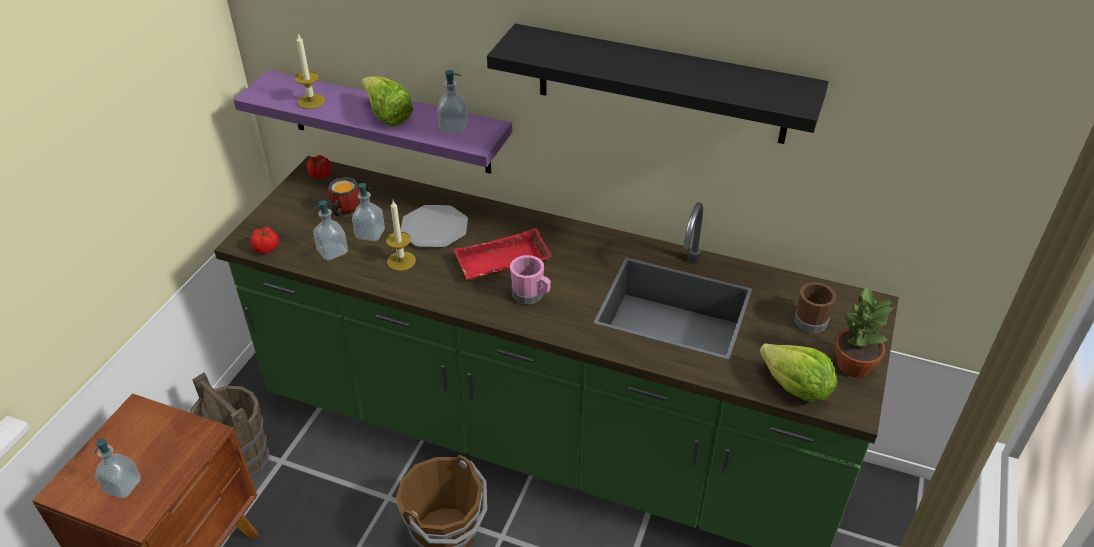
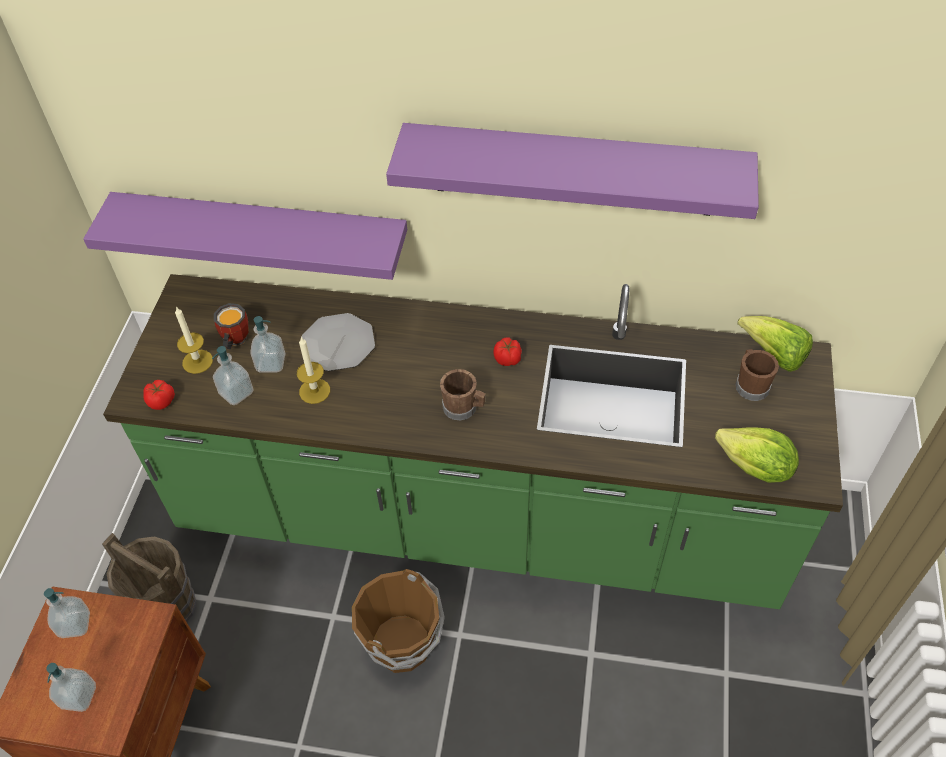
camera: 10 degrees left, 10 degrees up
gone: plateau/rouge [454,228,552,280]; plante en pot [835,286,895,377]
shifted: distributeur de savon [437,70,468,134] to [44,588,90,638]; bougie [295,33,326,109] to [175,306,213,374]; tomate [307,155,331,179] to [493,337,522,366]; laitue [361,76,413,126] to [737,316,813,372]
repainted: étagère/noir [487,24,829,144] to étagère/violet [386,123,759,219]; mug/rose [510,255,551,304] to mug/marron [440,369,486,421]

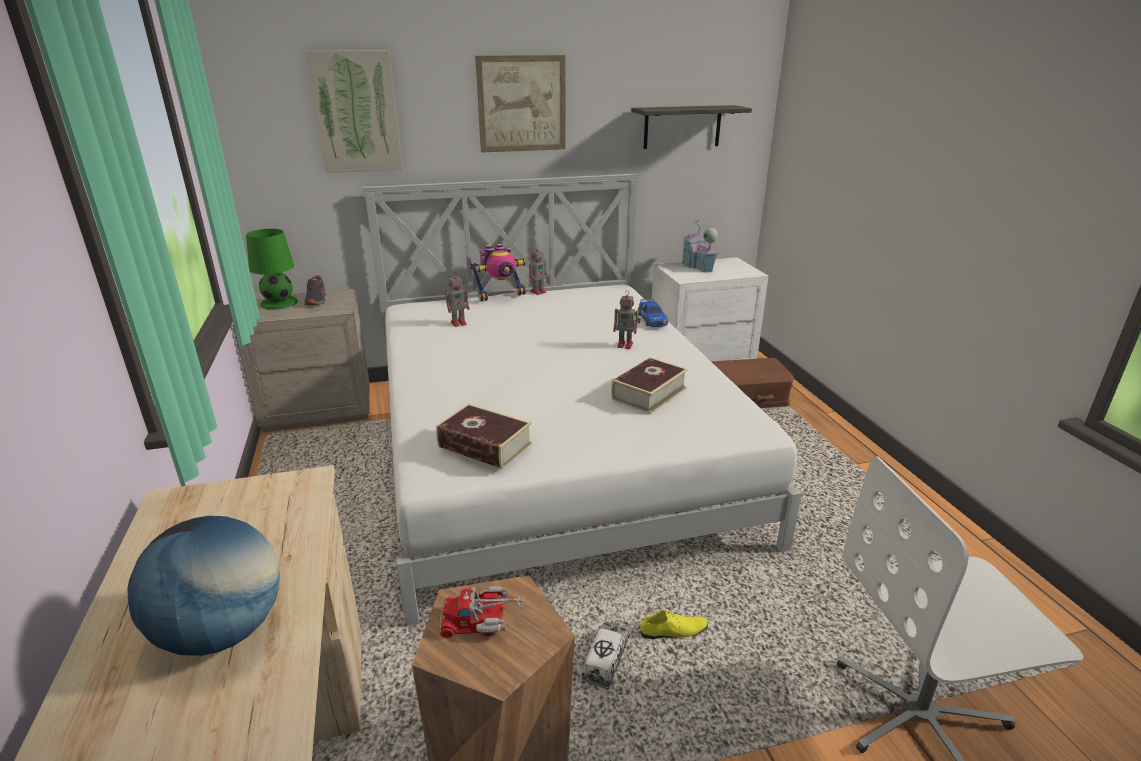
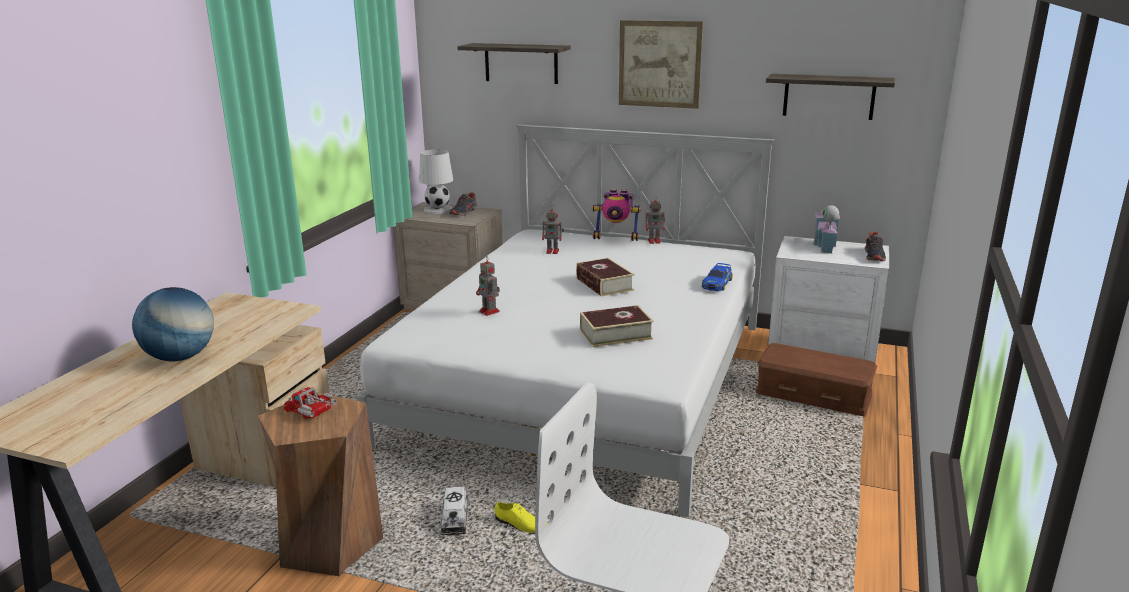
camera: 35 degrees right, 5 degrees down
new: chaussure [865,232,886,261]
shifted: robot jouet [613,290,640,349] to [476,257,500,316]; livre [436,404,532,469] to [576,258,635,297]
swapped: tableau [306,50,402,173] to étagère [457,43,571,84]
repainted: lampe de table/vert [246,229,298,310] to lampe de table/blanc [419,149,453,214]
rotated: camion jouet [582,622,629,689] = [441,487,468,535] 120 degrees clockwise

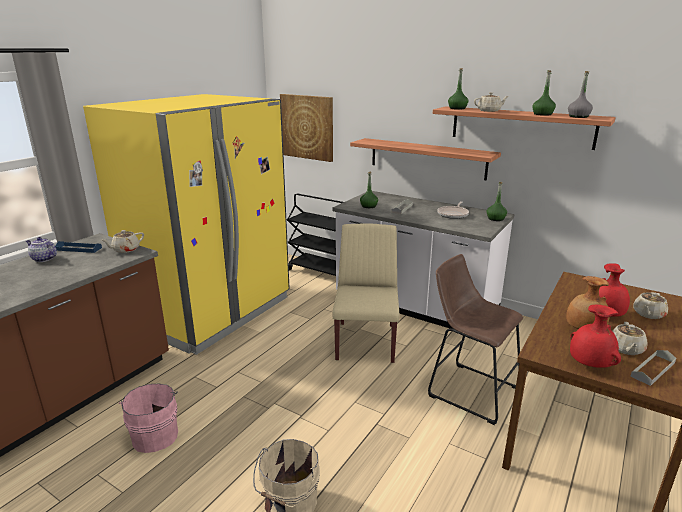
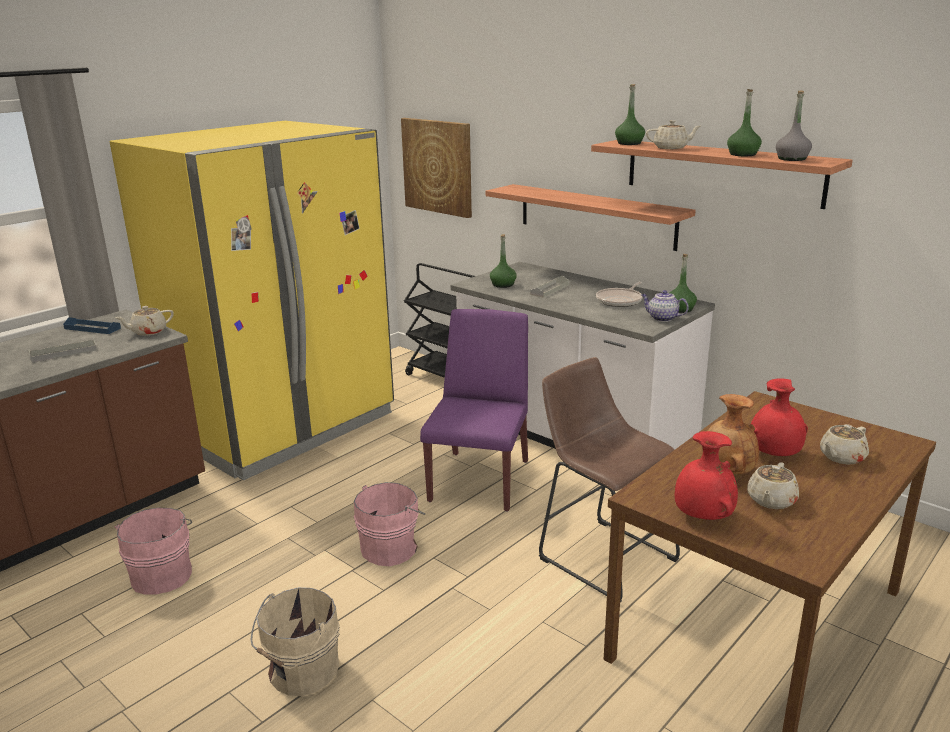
camera: 10 degrees right, 0 degrees up
new: seau/rose [354,482,425,566]
shifted: plateau/gris [630,350,676,386] to [29,338,97,362]; théière [26,237,57,262] to [641,290,689,322]
repainted: chaise/beige [333,223,399,363] to chaise/violet [420,309,528,512]

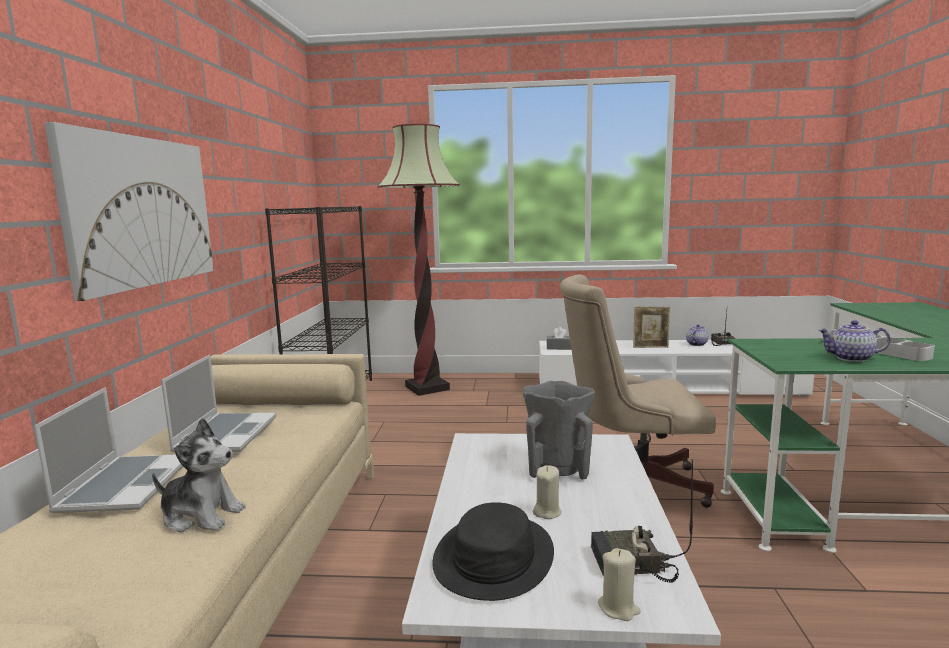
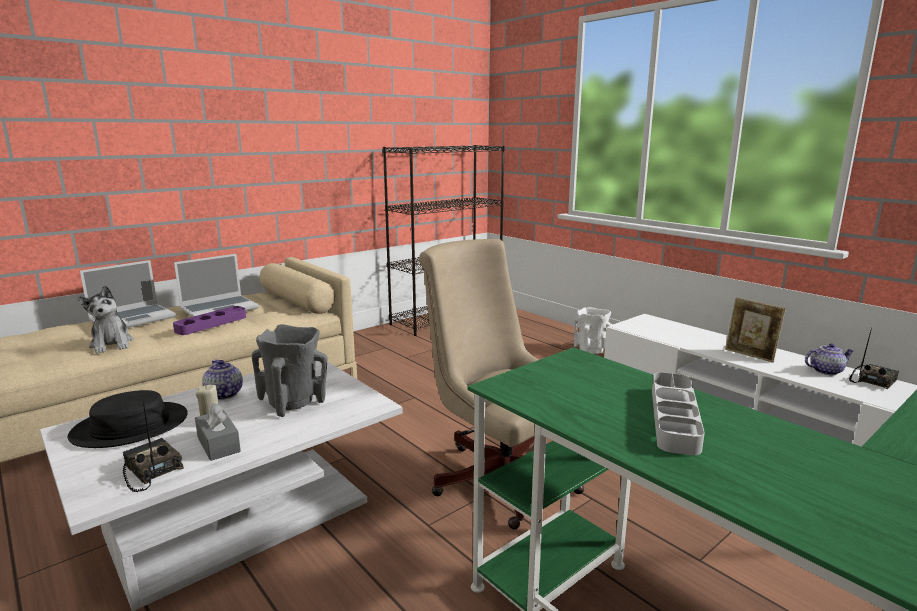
camera: 45 degrees right, 5 degrees up
gone: tableau [44,122,214,301]; lampadaire [378,124,460,396]; bougie/beige [598,548,641,621]
new: plateau/violet [173,306,246,335]; vase/blanc [574,307,613,354]
shifted: boîte à mouchoirs/gris [546,327,571,350] to [195,402,241,461]; théière [818,320,890,362] to [202,359,243,400]

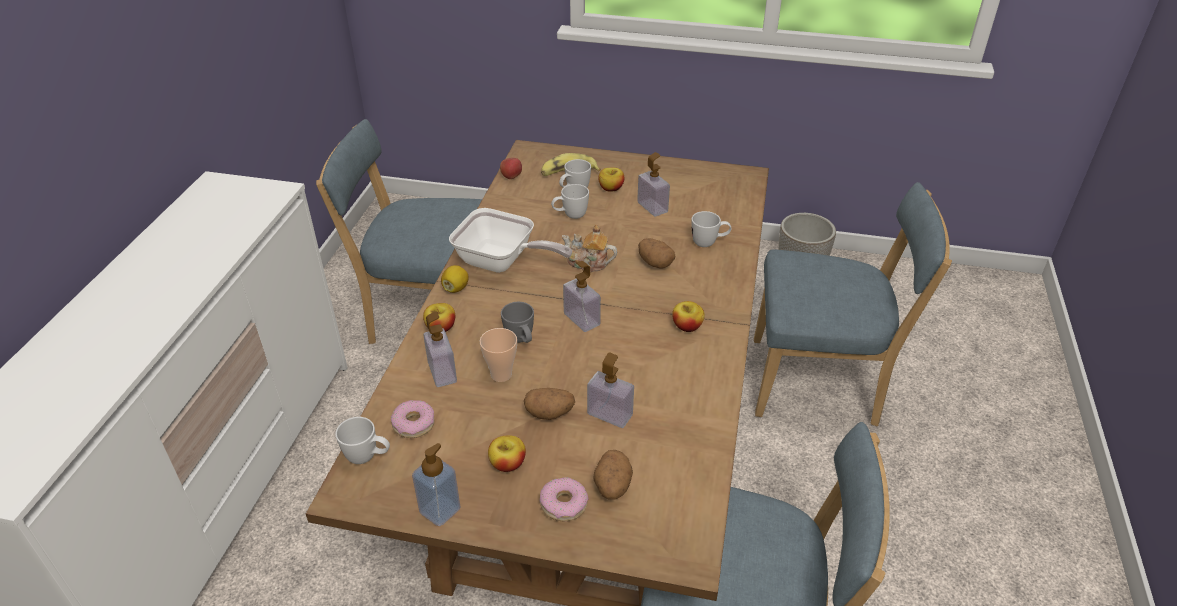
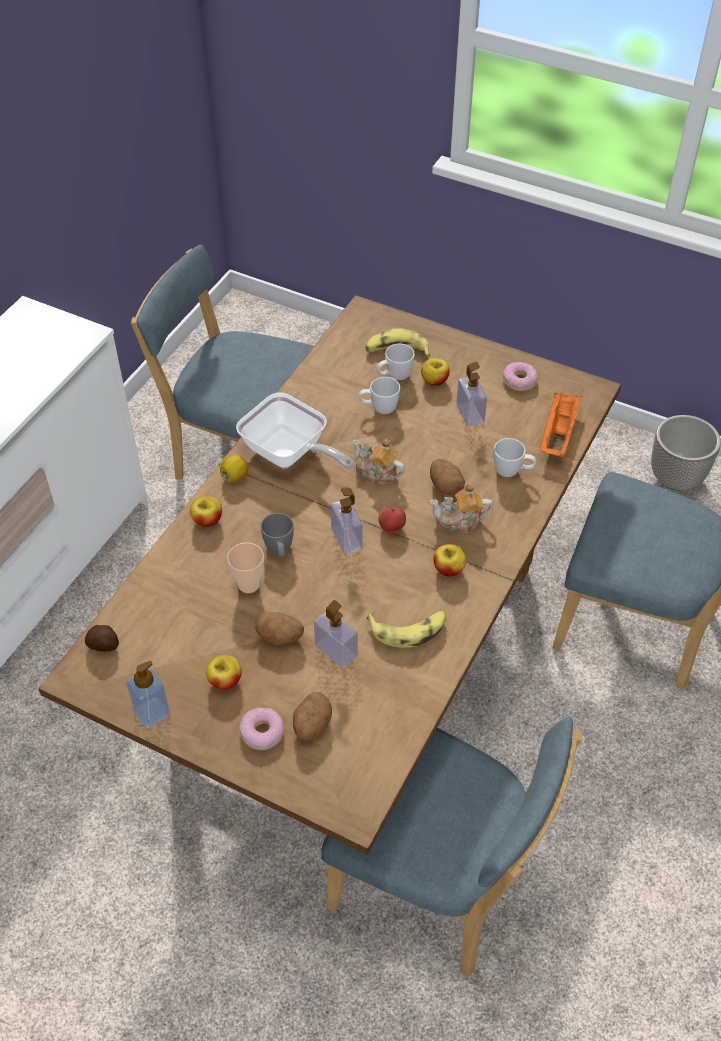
camera: 15 degrees right, 10 degrees up
gone: distributeur de savon [424,311,457,387]
new: banane [367,611,446,648]; théière [430,483,493,533]; plateau/orange [540,392,583,457]
shifted: pomme [500,158,522,179] to [379,506,406,533]; beignet [391,400,435,438] to [503,362,538,391]
swapped: mug/blanc [335,417,390,464] to pomme de terre [85,625,119,651]

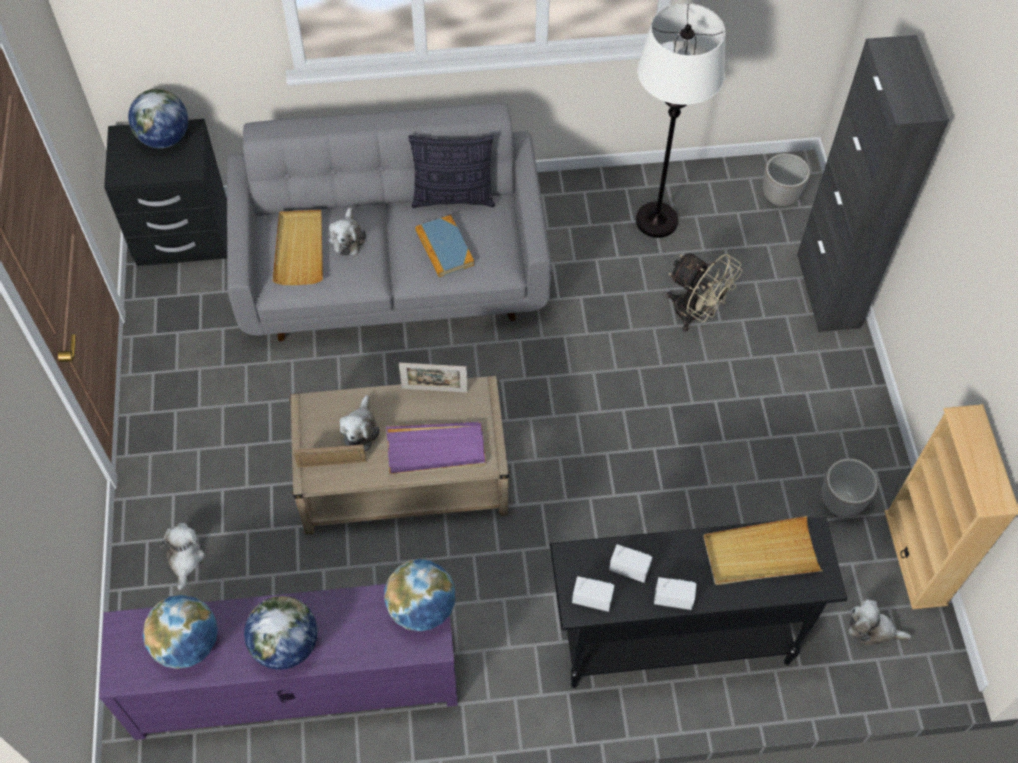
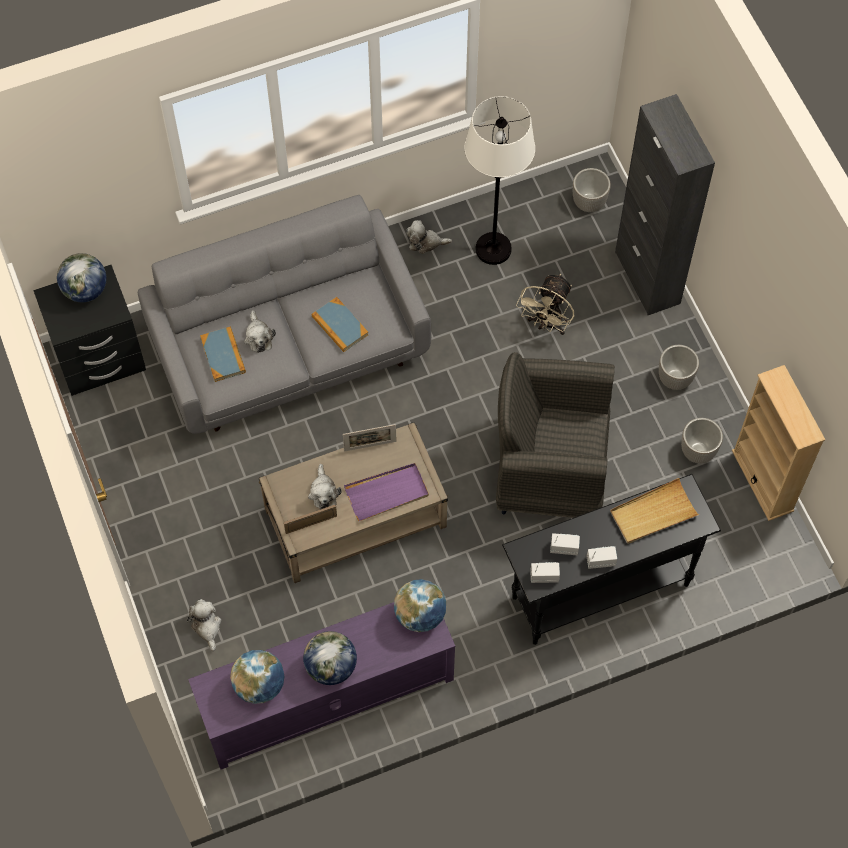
camera: 15 degrees left, 5 degrees up
gone: coussin [408,135,495,208]
new: fauteuil/gris [496,352,615,518]; cache-pot [659,345,699,390]
shifted: peluche [849,599,912,646] to [406,220,452,254]
swapped: plateau/beige [272,210,323,285] to livre [200,327,246,382]
rotated: ventilateur/beige [666,253,742,332] = [516,274,574,335] 90 degrees clockwise

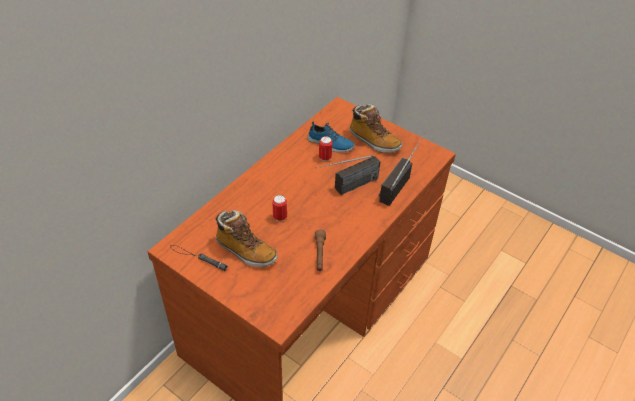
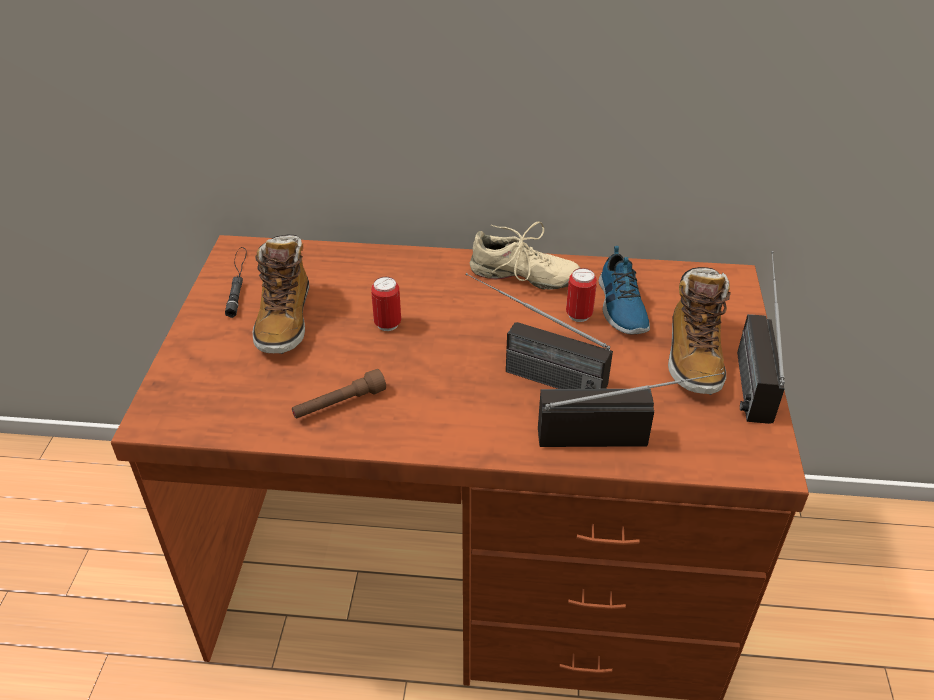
camera: 60 degrees right, 5 degrees down
new: chaussure/beige [469,221,580,290]; radio [737,251,785,424]

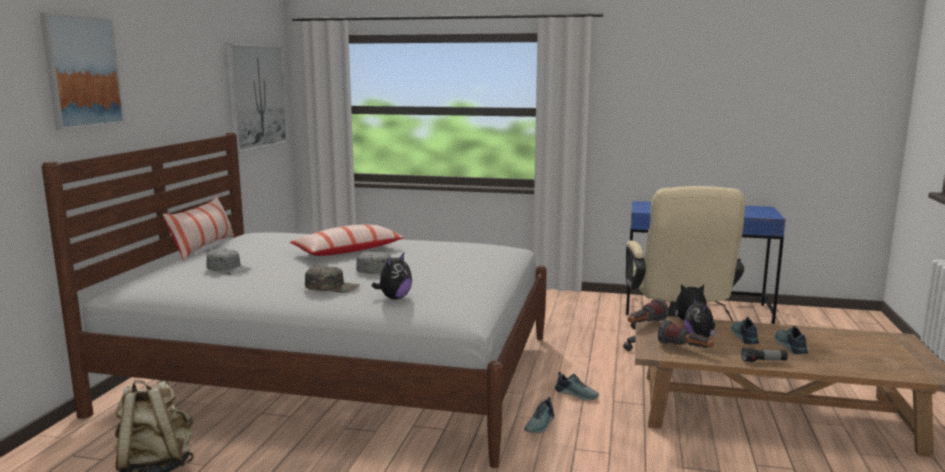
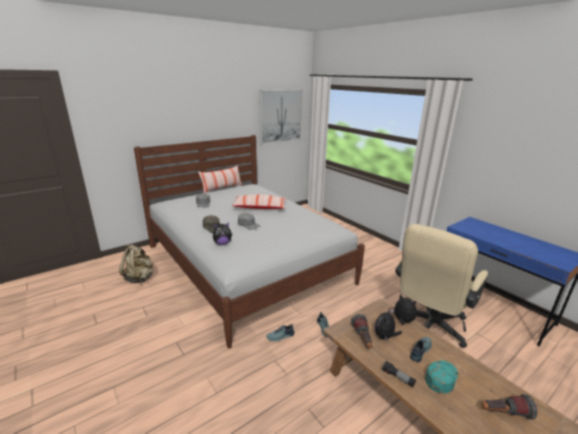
camera: 40 degrees right, 10 degrees up
gone: tableau [40,13,125,130]
shifted: lampe de poche [628,299,669,323] to [481,394,537,420]
swapped: chaussure [774,326,808,354] to casquette/turquoise [425,361,458,394]

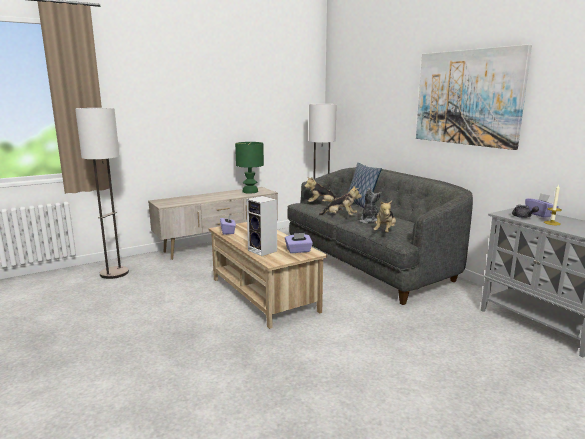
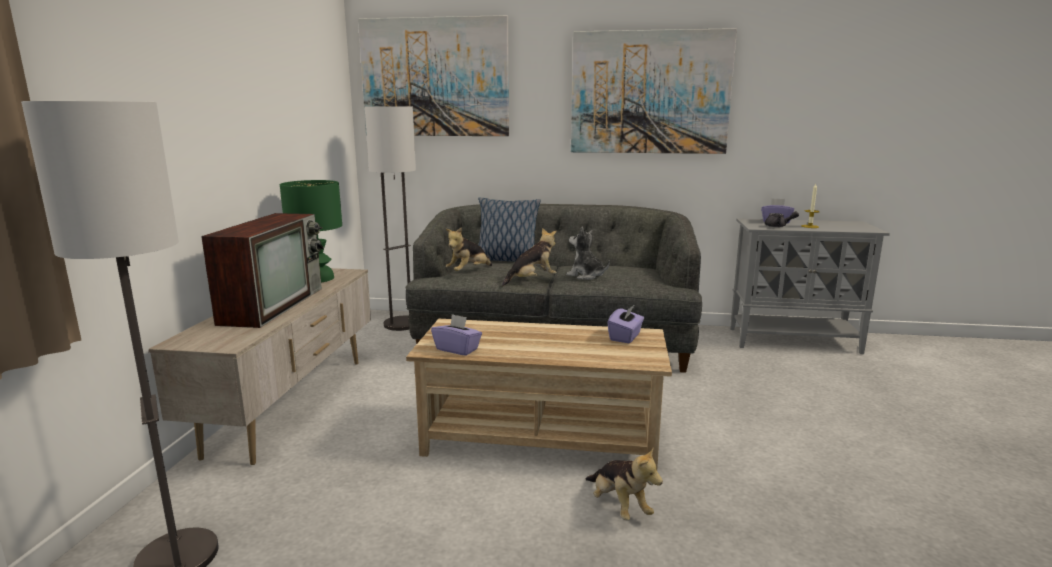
camera: 50 degrees left, 0 degrees up
gone: enceinte [247,196,277,256]
new: téléviseur [201,213,324,328]; tableau [358,15,509,136]
shifted: peluche [373,200,396,233] to [586,448,663,520]

